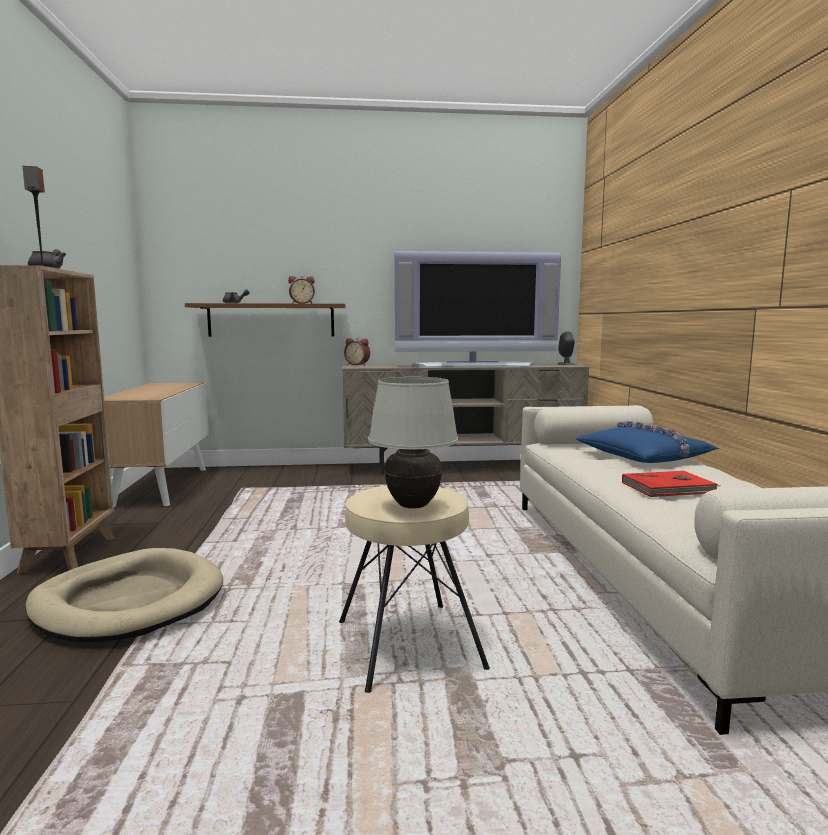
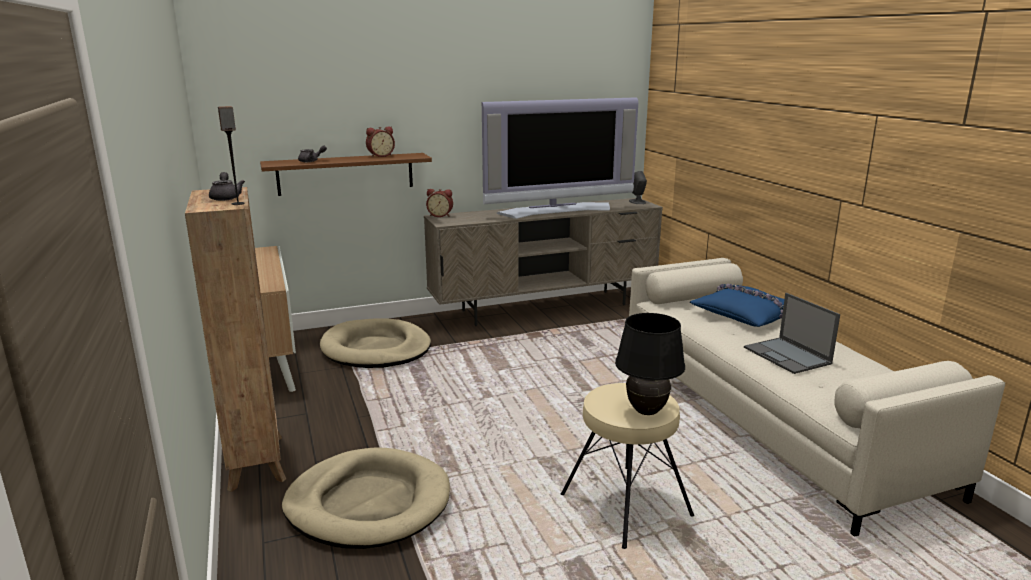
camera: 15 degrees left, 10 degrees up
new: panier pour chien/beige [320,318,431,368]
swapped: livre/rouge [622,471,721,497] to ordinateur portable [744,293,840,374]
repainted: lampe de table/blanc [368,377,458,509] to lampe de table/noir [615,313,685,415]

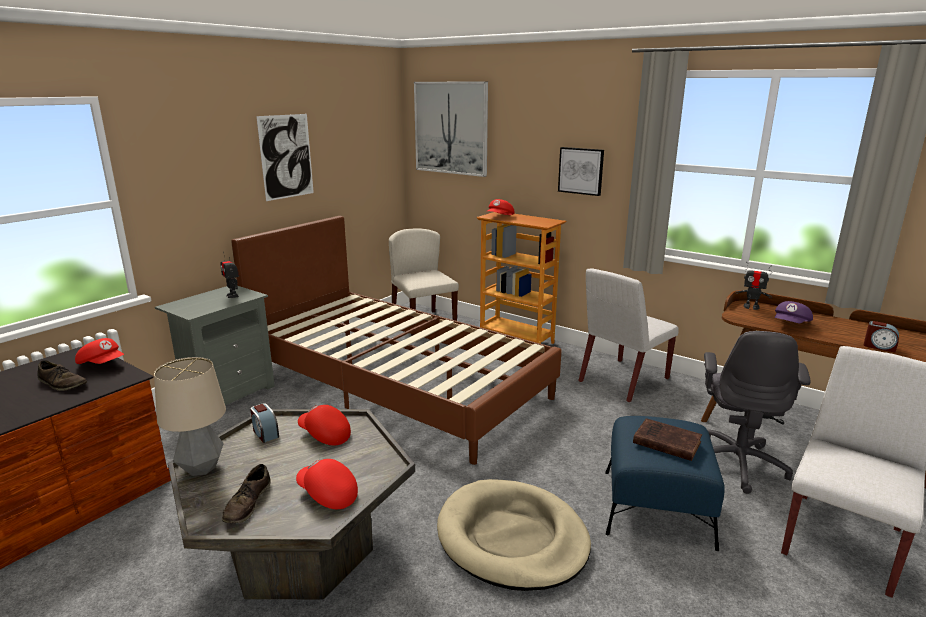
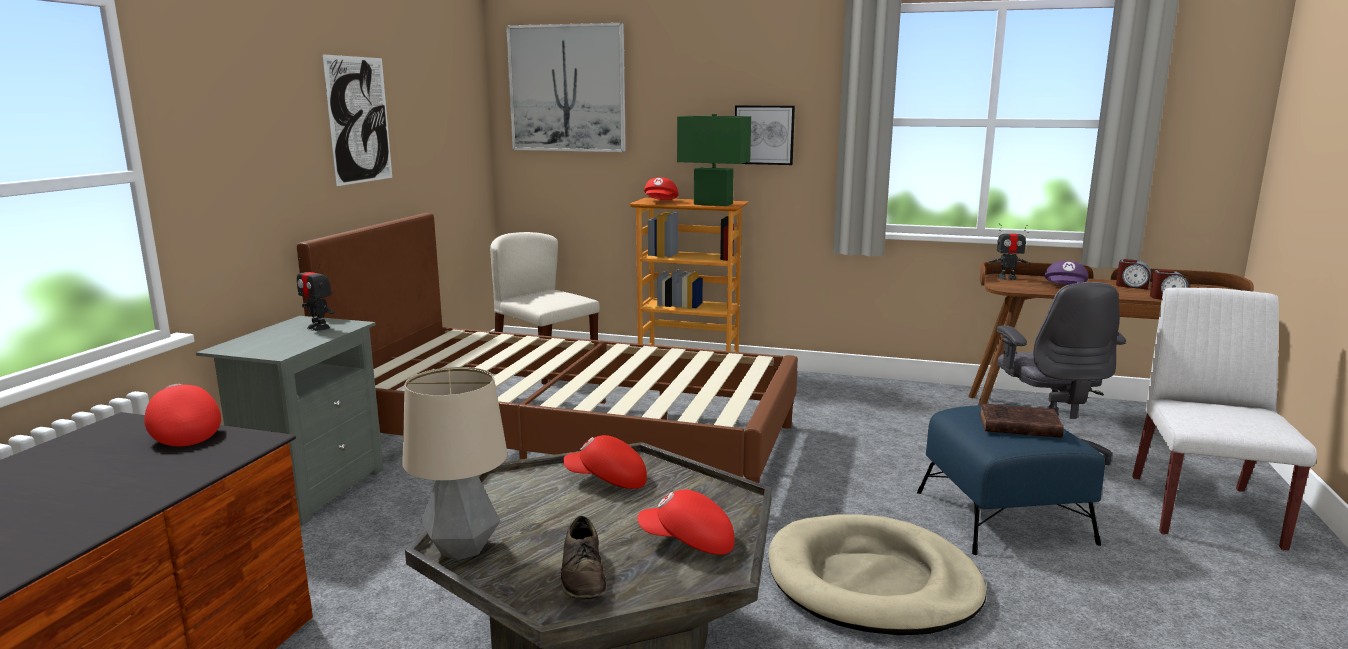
camera: 20 degrees left, 5 degrees down
gone: chaussure/marron [38,360,87,391]; chaise/blanc [578,268,679,403]
new: lampe de table/vert [677,114,751,206]
shifted: réveil [250,403,279,443] to [1116,259,1151,290]
rotated: casquette/rouge [75,338,124,364] = [144,384,221,447] 135 degrees counterclockwise

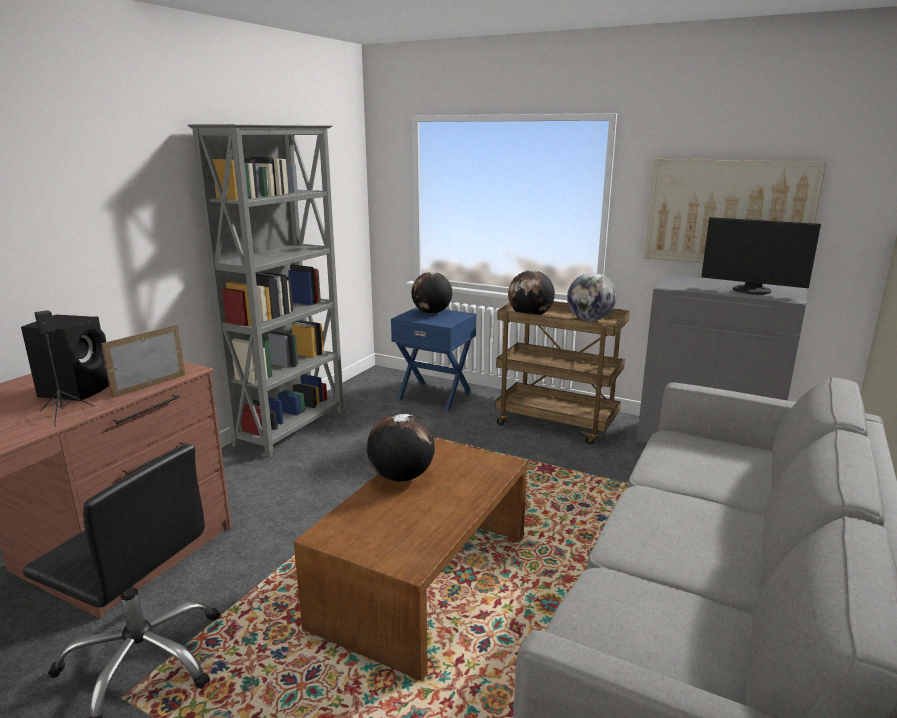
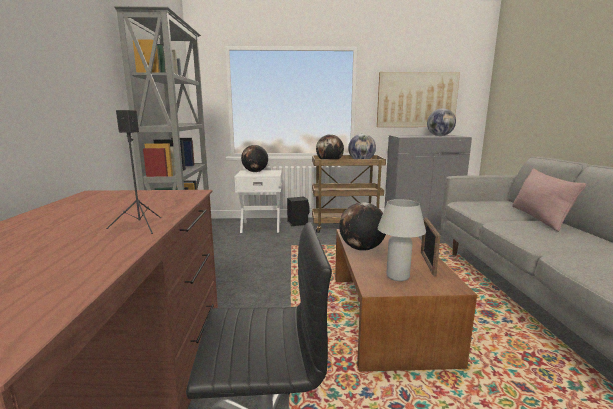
camera: 30 degrees left, 5 degrees down
new: lampe de table/blanc [378,199,426,281]; coussin/rose [512,168,586,232]
shifted: enceinte/noir [21,315,109,401] to [287,197,309,226]; cadre photo [101,325,185,398] to [421,217,441,276]
swapped: écran d'ordinateur [701,217,821,295] to globe [427,108,456,136]
repainted: table de chevet/bleu [391,307,476,412] to table de chevet/blanc [234,170,282,233]

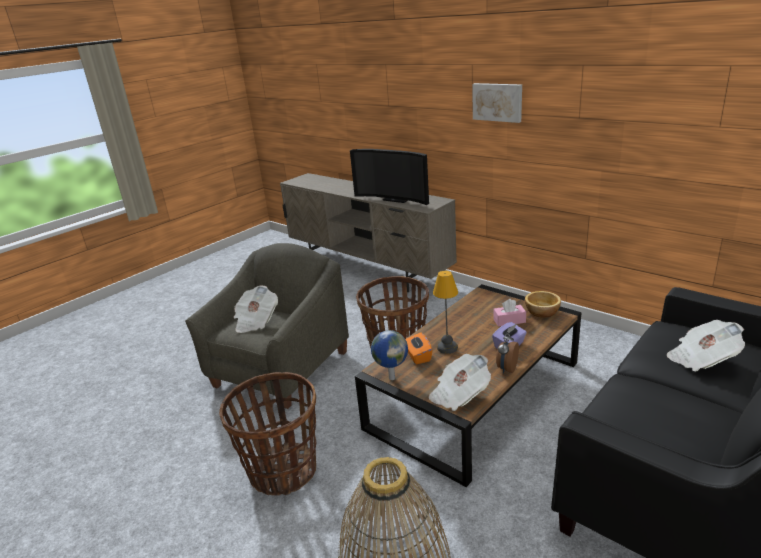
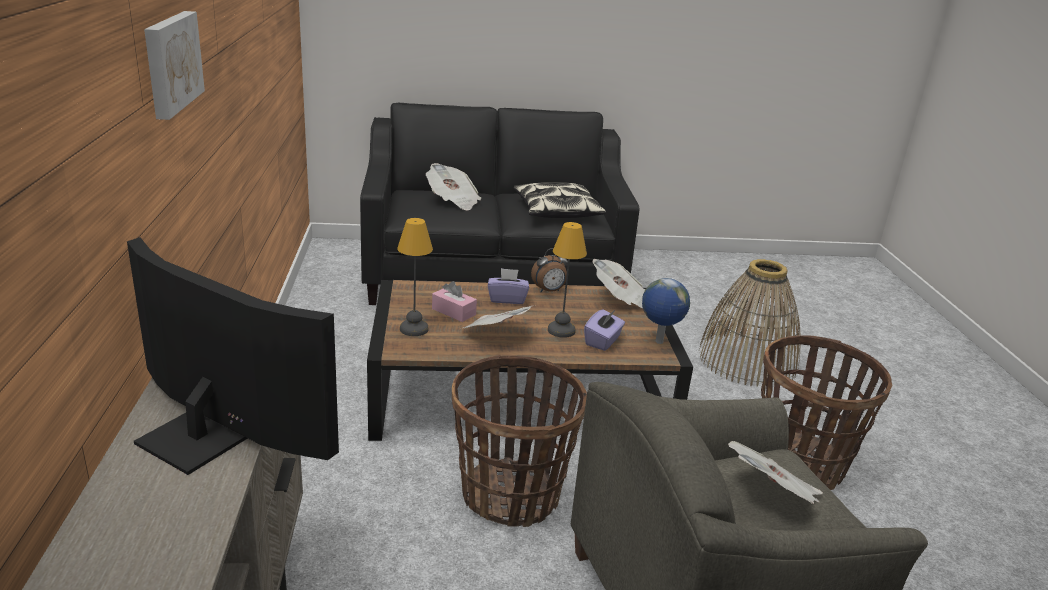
camera: 140 degrees left, 0 degrees up
gone: bol [525,291,561,318]
new: lampe de table [397,218,433,336]; journal [463,305,534,328]; coussin [513,183,606,218]
repainted: boîte à mouchoirs/orange [405,332,433,364] to boîte à mouchoirs/violet [584,309,625,351]
rotated: téléviseur [350,149,429,205] = [127,237,339,475] 45 degrees counterclockwise

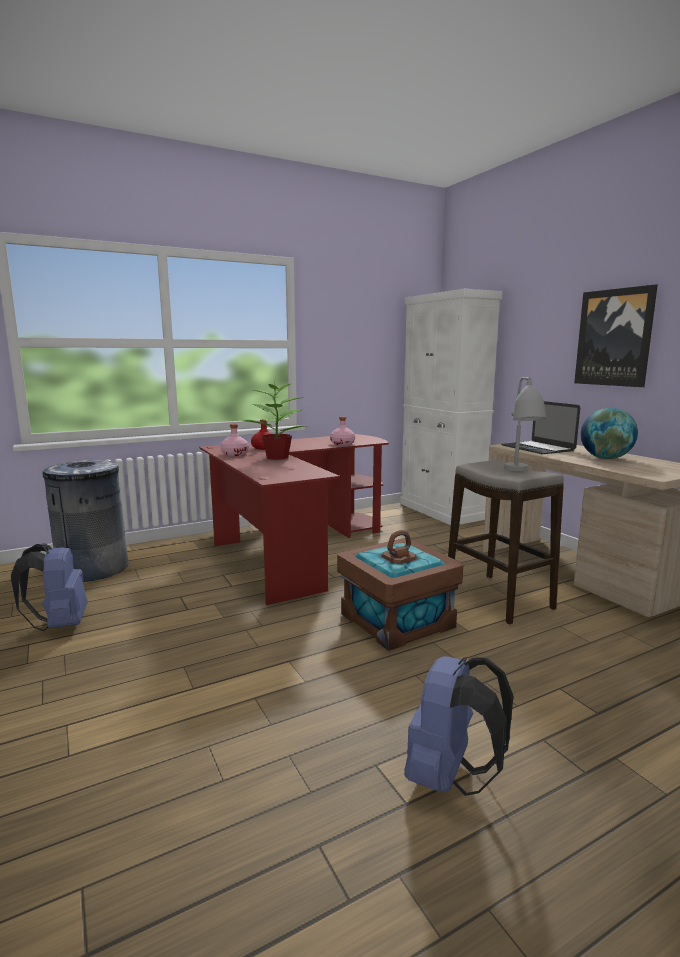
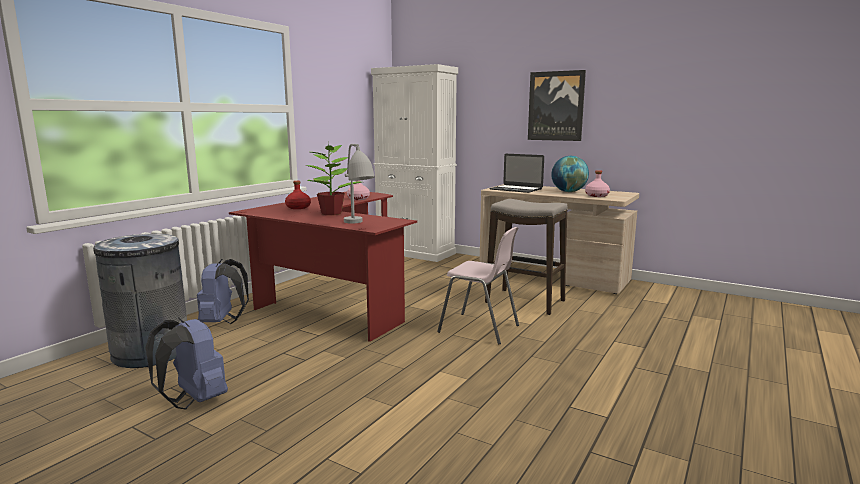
camera: 30 degrees left, 0 degrees up
shifted: sac à dos/bleu [404,656,514,796] to [197,259,249,324]; lampe de table/gris [504,377,546,471] to [344,144,375,224]; bouteille/rose [221,424,249,456] to [585,170,610,197]
swapped: boîte de rangement/marron [337,530,464,651] to chaise/rose [437,227,519,345]

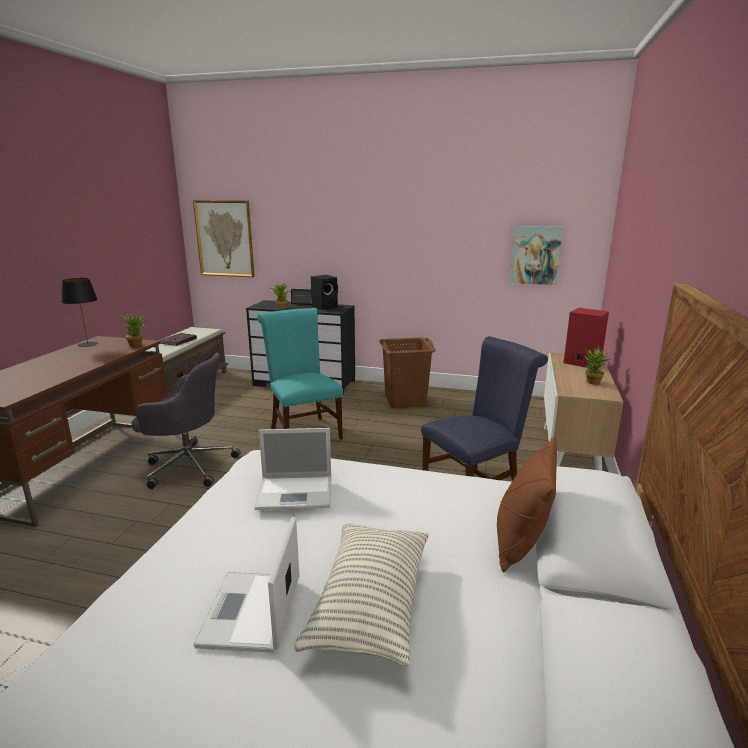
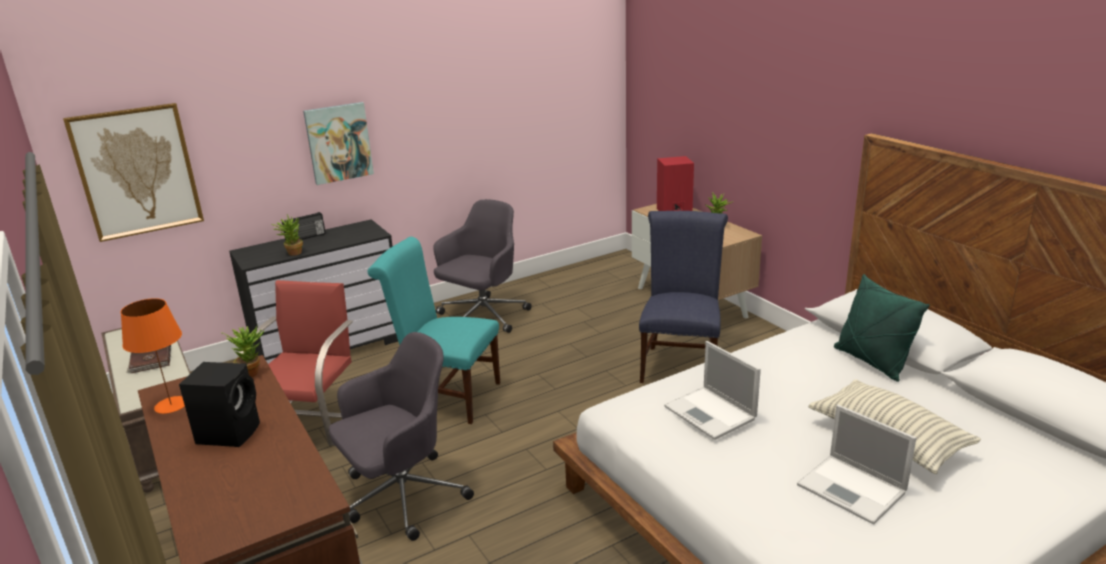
camera: 45 degrees left, 5 degrees up
new: chaise/rouge [237,280,353,446]
shifted: enceinte/noir [311,275,338,310] to [179,362,260,447]; tableau [510,226,563,285] to [303,102,374,185]
swapped: panier à linge/marron [379,337,436,408] to chaise de bureau/gris [433,199,532,333]
repainted: lampe de table/noir [61,278,98,347] to lampe de table/orange [121,298,185,414]; coussin/marron [497,436,557,572] to coussin/vert [834,274,930,382]
rotated: ordinateur portable [254,428,331,510] = [664,341,761,440] 105 degrees clockwise

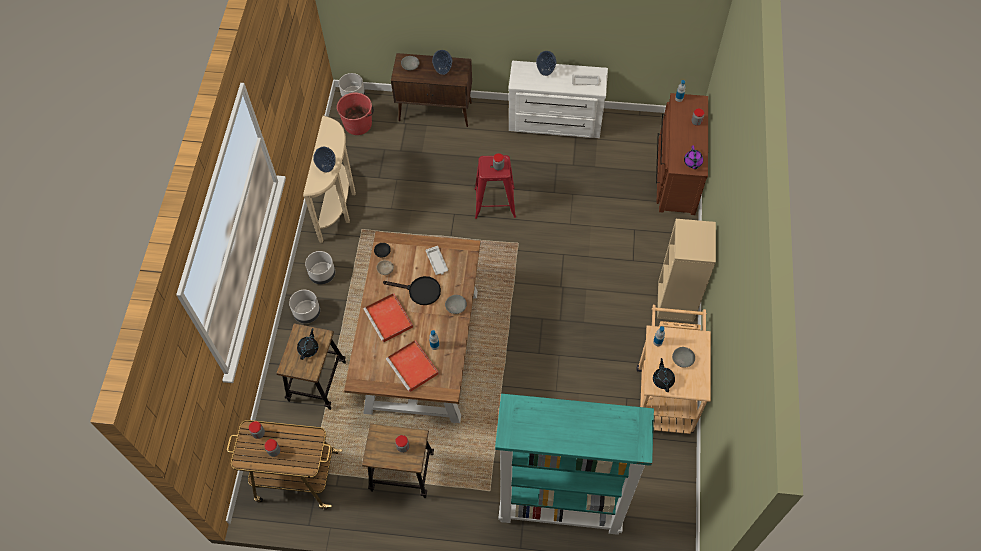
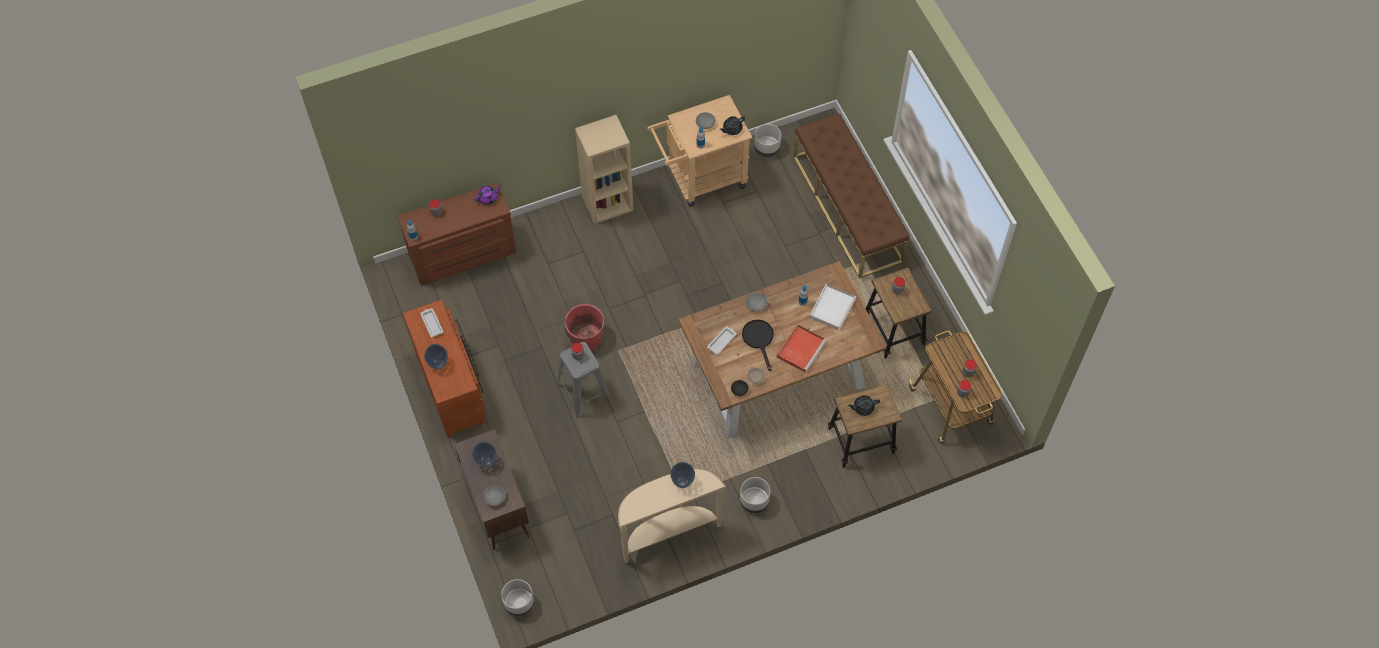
camera: 120 degrees left, 0 degrees up
shifted: seau/rouge [337,92,374,135] to [564,304,604,350]; cache-pot/gris [289,290,320,324] to [754,124,781,157]
swapped: bibliothèque/turquoise [495,394,654,535] to banc/marron [793,113,910,279]
repainted: commode/blanc [508,61,608,138] to commode/marron [403,300,486,437]; tabouret/rouge [475,155,516,219] to tabouret/gris [555,342,612,419]; plateau/rouge [386,340,439,392] to plateau/blanc [809,284,857,330]

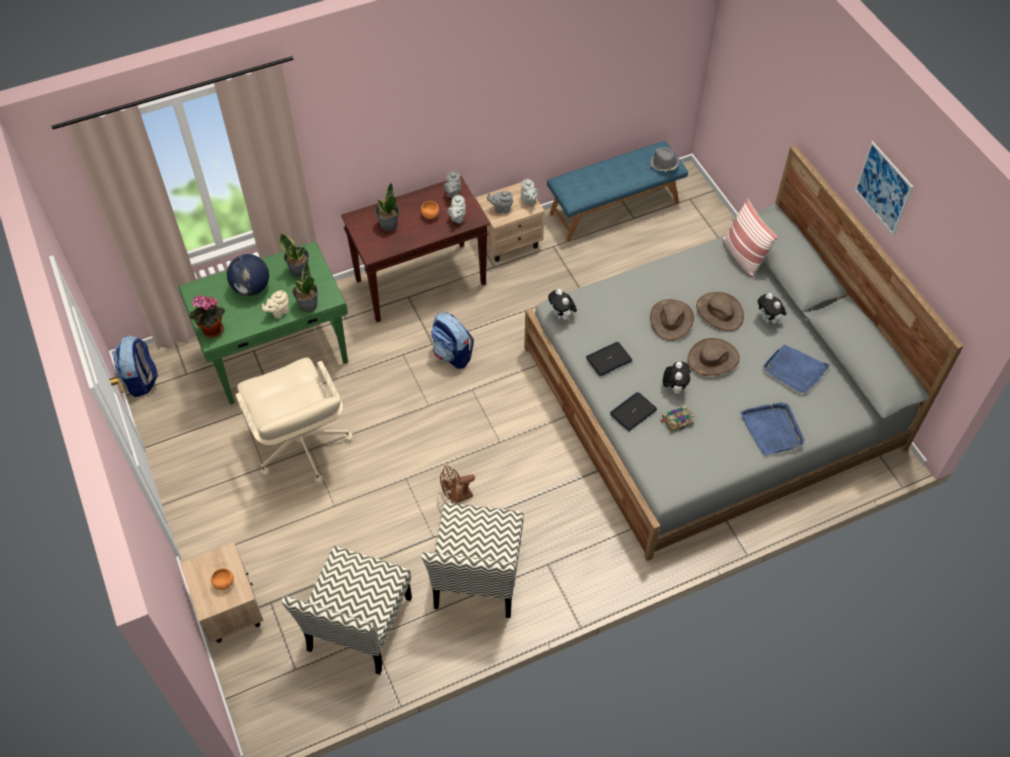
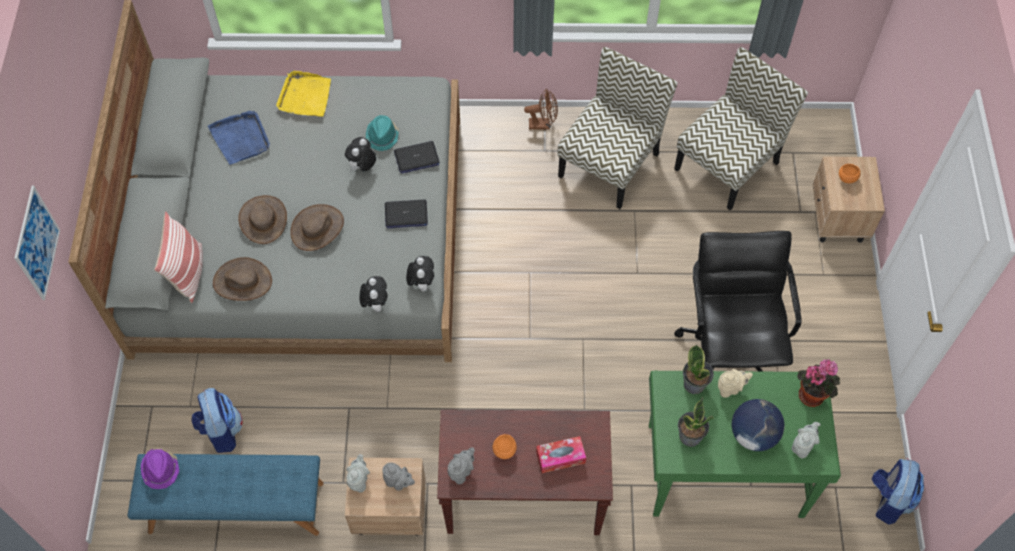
camera: 155 degrees left, 5 degrees up
shifted: tableau [855,141,913,235] to [15,185,60,300]; sac à dos [431,312,474,369] to [191,388,243,453]; chapeau/marron [688,338,740,376] to [213,257,272,301]; peluche [758,293,787,325] to [359,276,388,312]; ventilateur/marron [440,466,475,504] to [524,89,558,129]; théière/gris [447,195,466,223] to [792,422,820,458]
swapped: livre [659,406,695,433] to chapeau/turquoise [366,115,399,151]; plante en pot [375,183,399,231] to boîte à mouchoirs [536,436,586,473]
repainted: chapeau/gris [650,147,679,171] to chapeau/violet [141,448,179,489]; plateau/bleu [740,402,805,455] to plateau/jaune [276,71,331,117]; chaise de bureau/beige [235,357,353,483] to chaise de bureau/noir [674,231,801,372]

